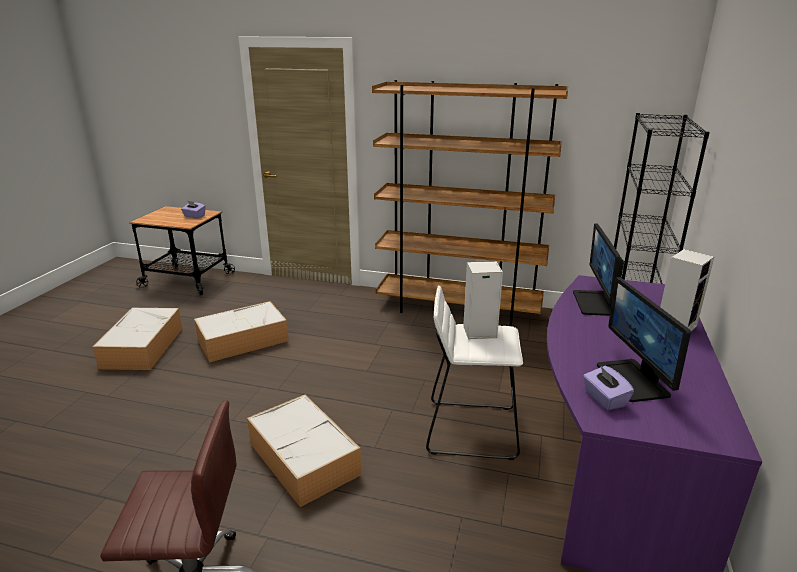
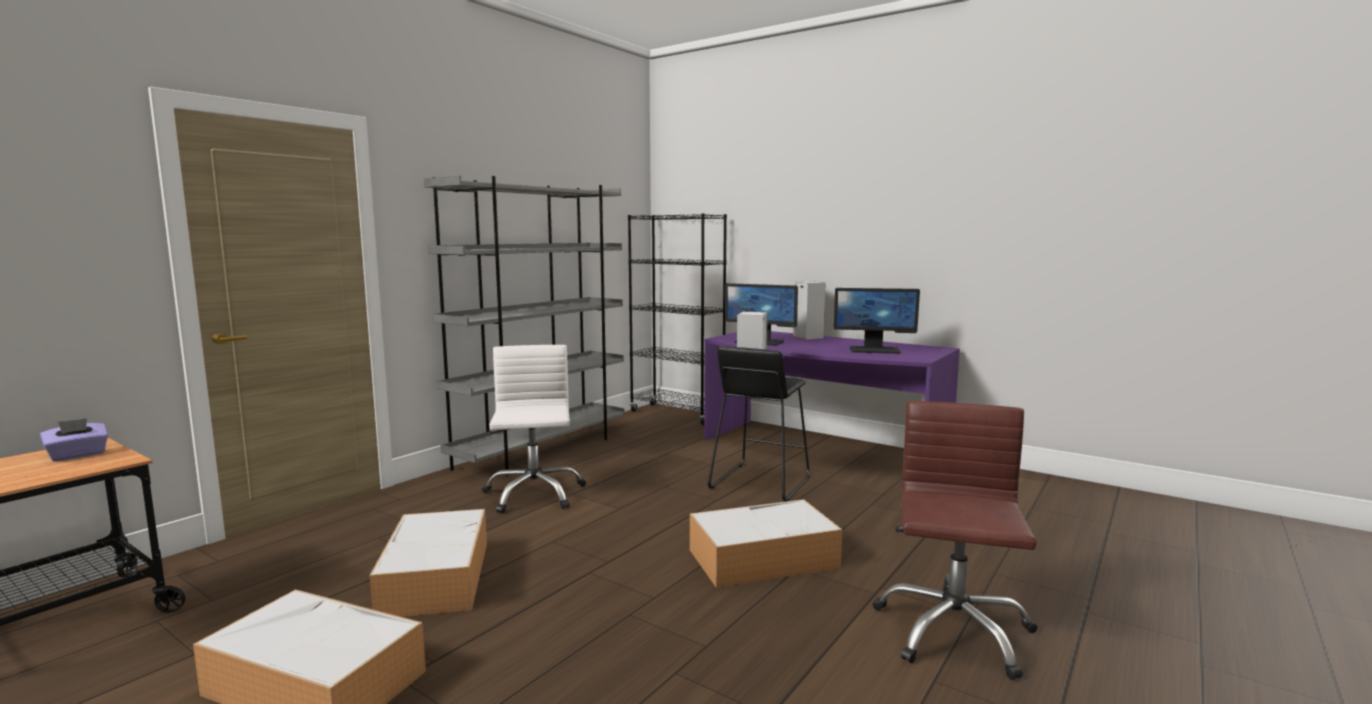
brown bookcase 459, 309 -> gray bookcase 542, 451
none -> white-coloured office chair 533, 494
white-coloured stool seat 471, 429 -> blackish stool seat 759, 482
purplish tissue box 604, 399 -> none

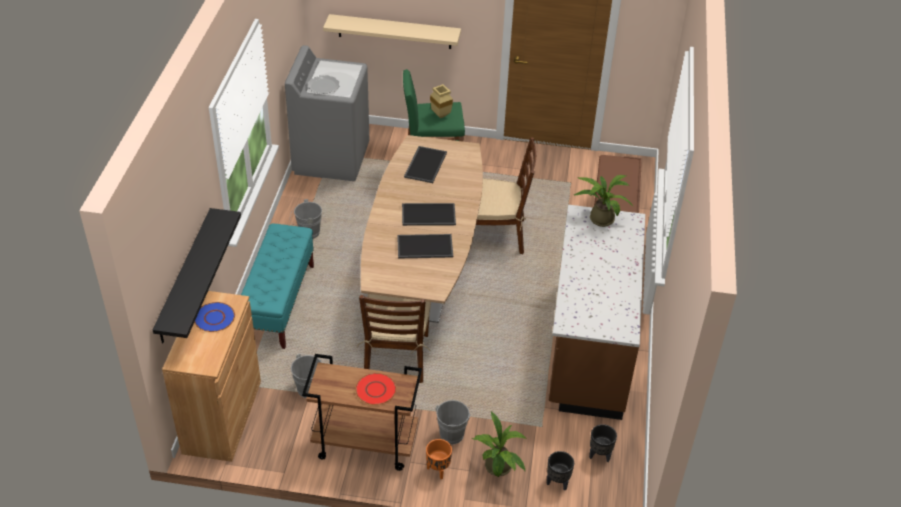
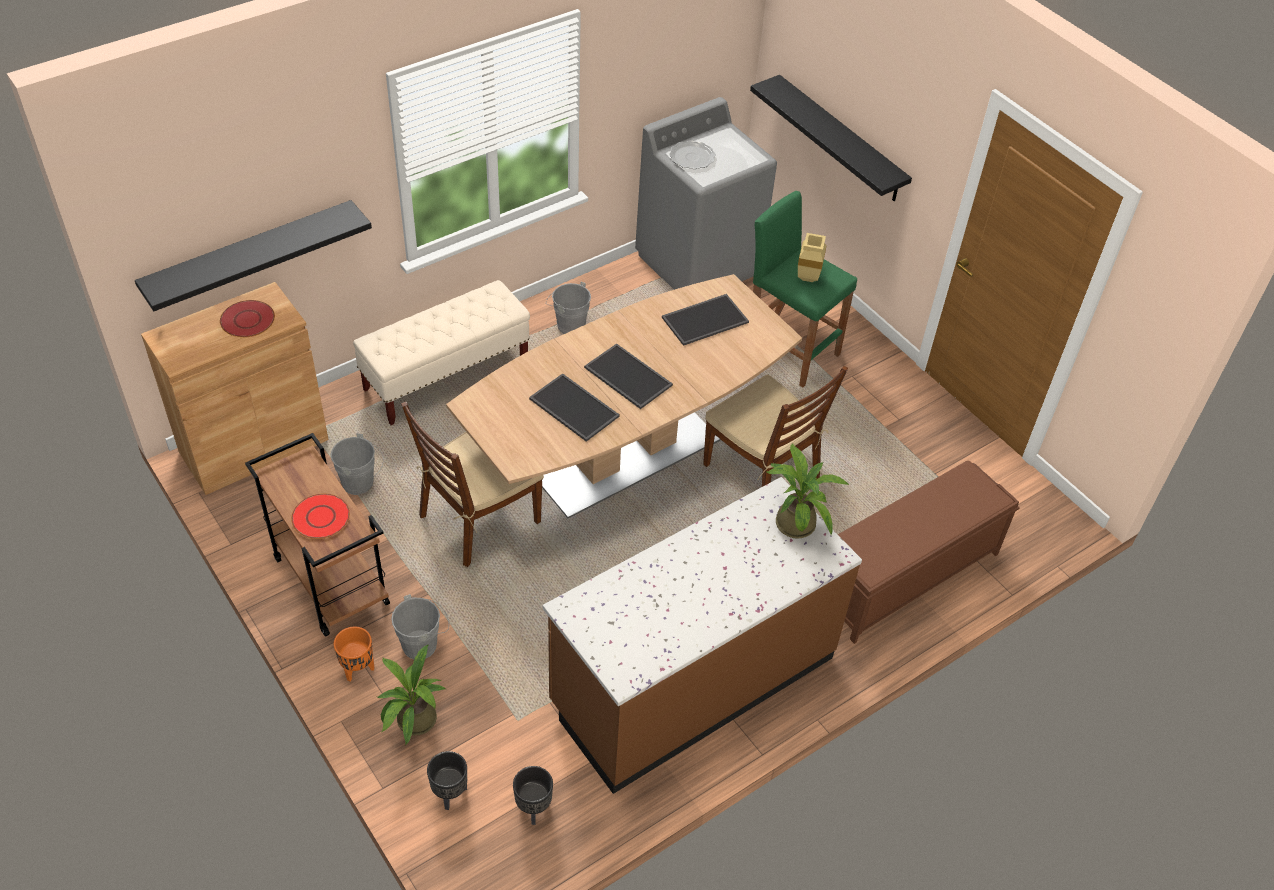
blue plate 214, 318 -> red plate 247, 320
turquoise-coloured indoor bench 279, 303 -> sand-coloured indoor bench 447, 376
sand-coloured shelf 394, 31 -> blackish shelf 840, 139

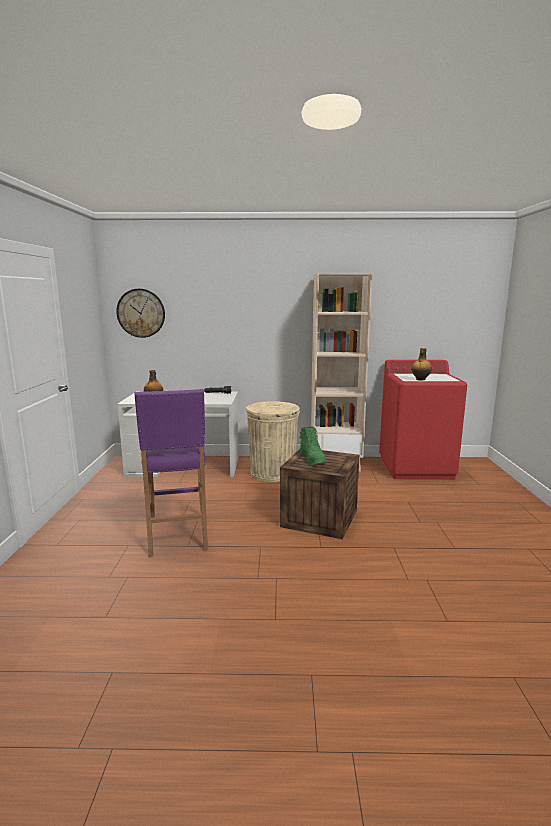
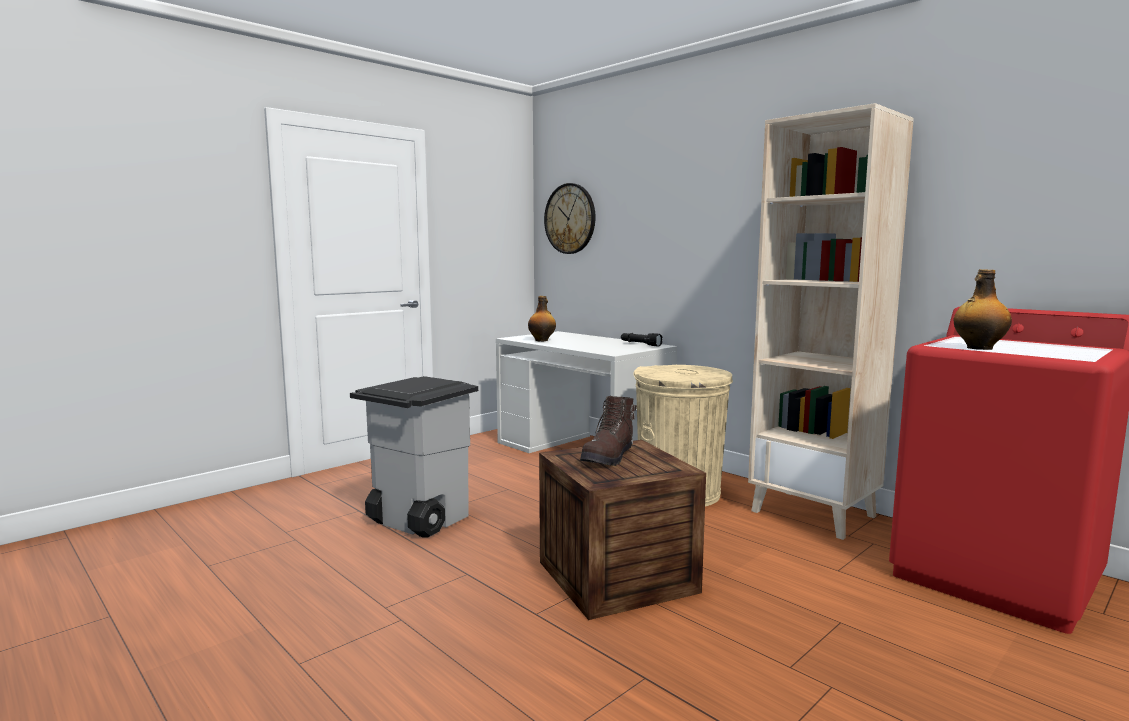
purplish stool seat 178, 535 -> gray rubbish bin 417, 520
green boot 313, 459 -> brown boot 609, 457

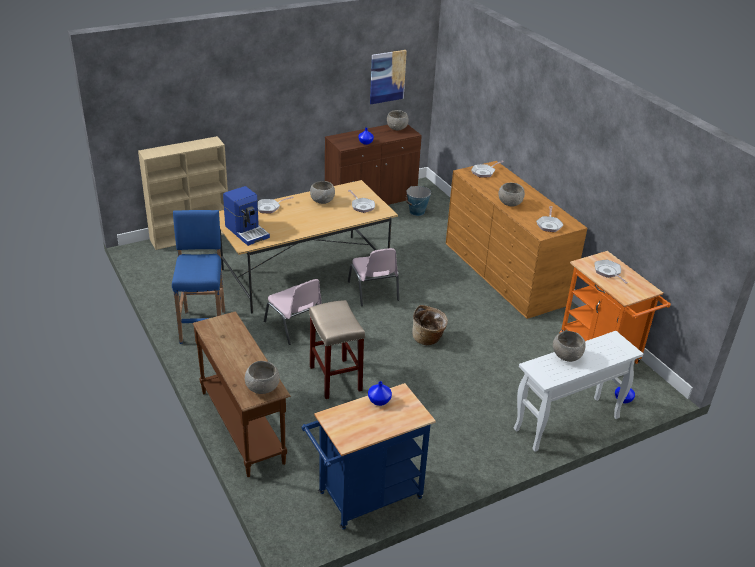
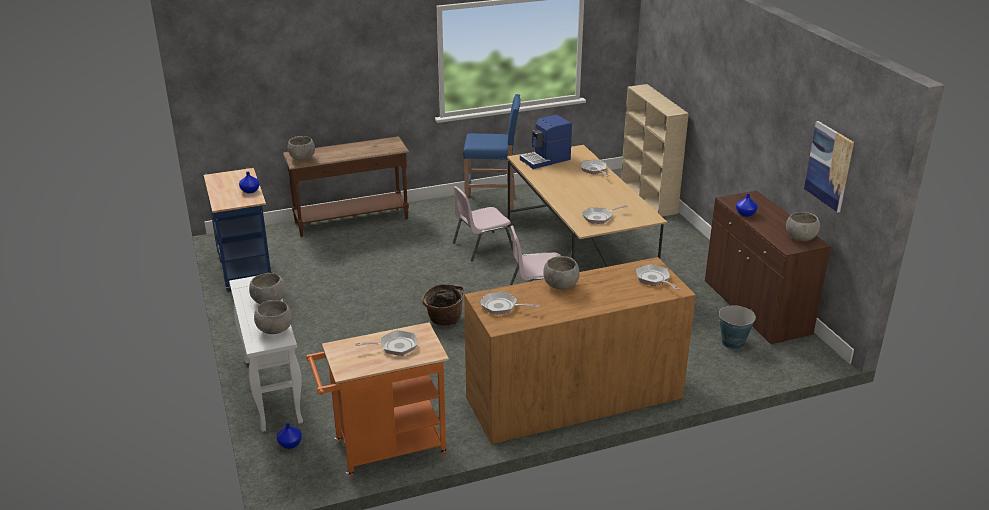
gray bowl 322, 201 -> gray bowl 274, 330, moved
sand-coloured stool seat 335, 378 -> none

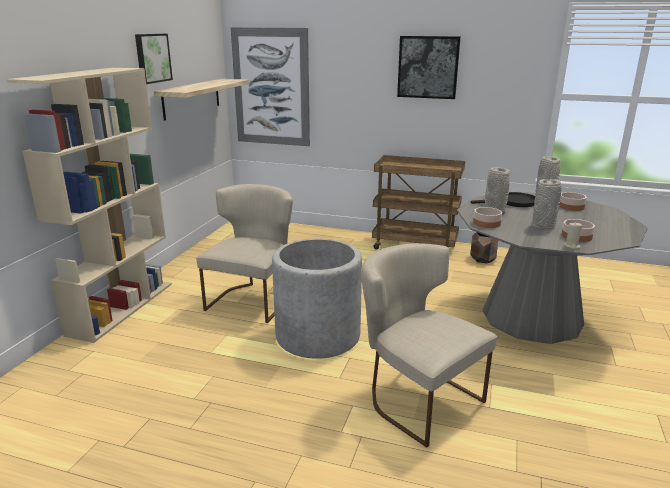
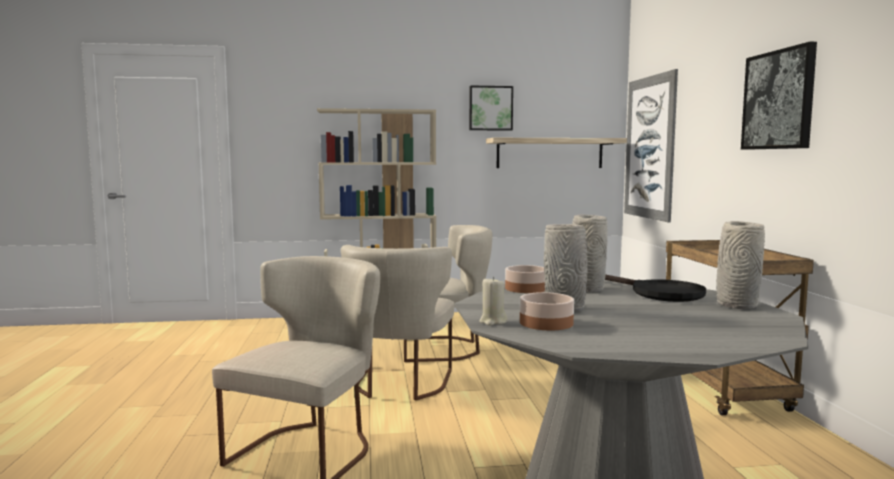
gray flower pot 318, 336 -> sand-coloured chair 400, 384
brown flower pot 483, 259 -> none
bowl 570, 206 -> none

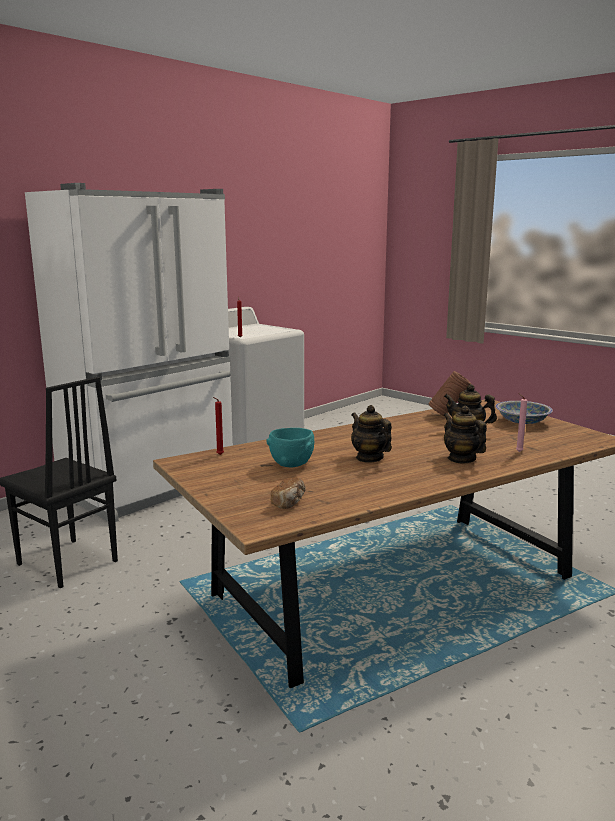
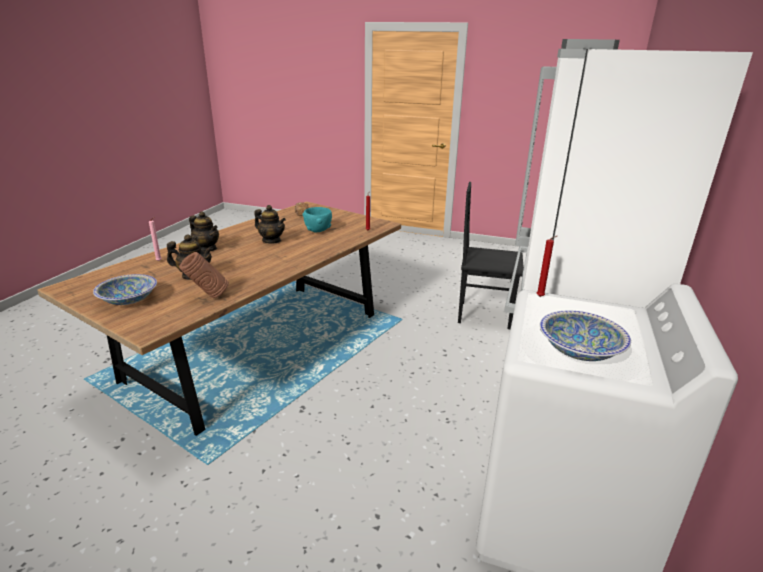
none -> bowl 579, 350

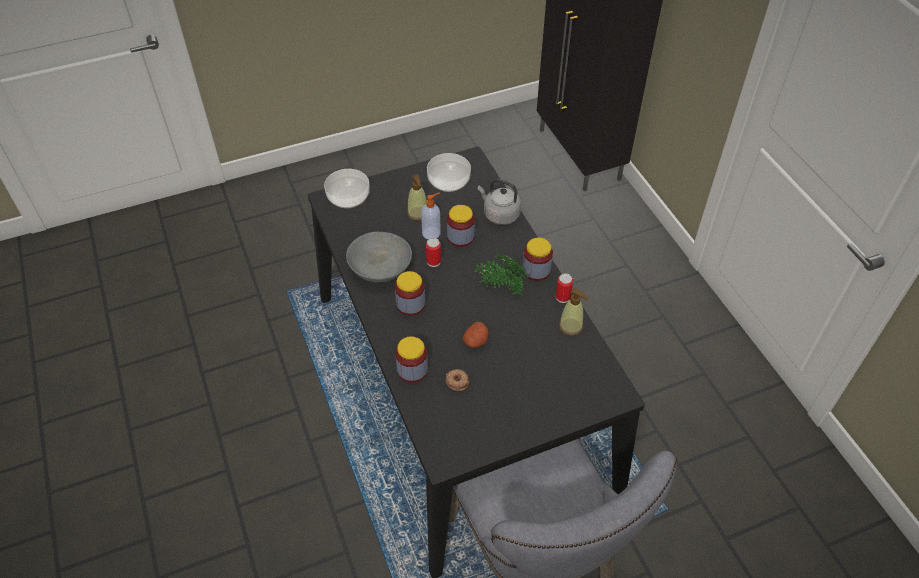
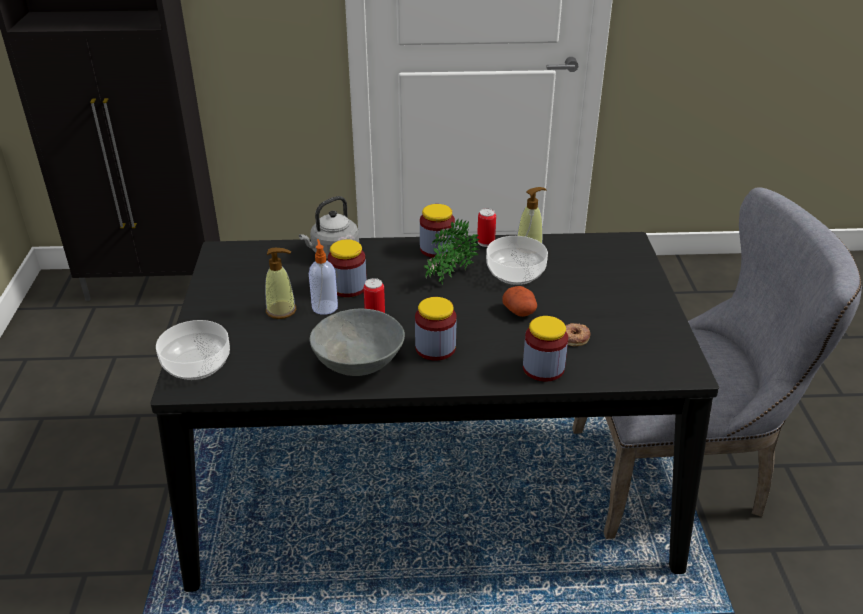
bowl 449, 181 -> bowl 516, 272, moved

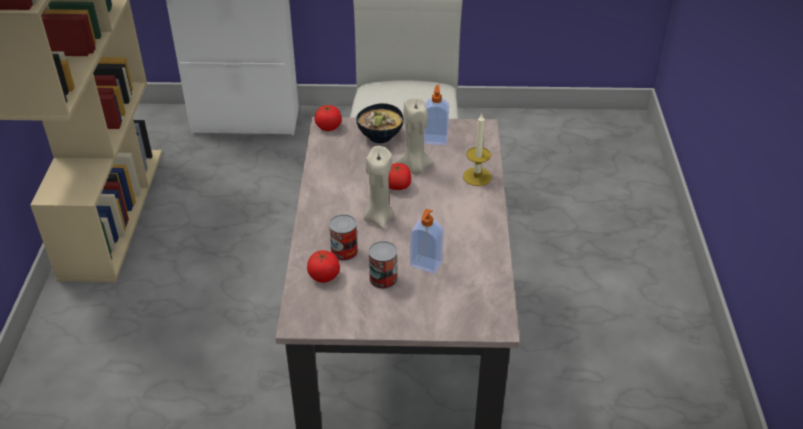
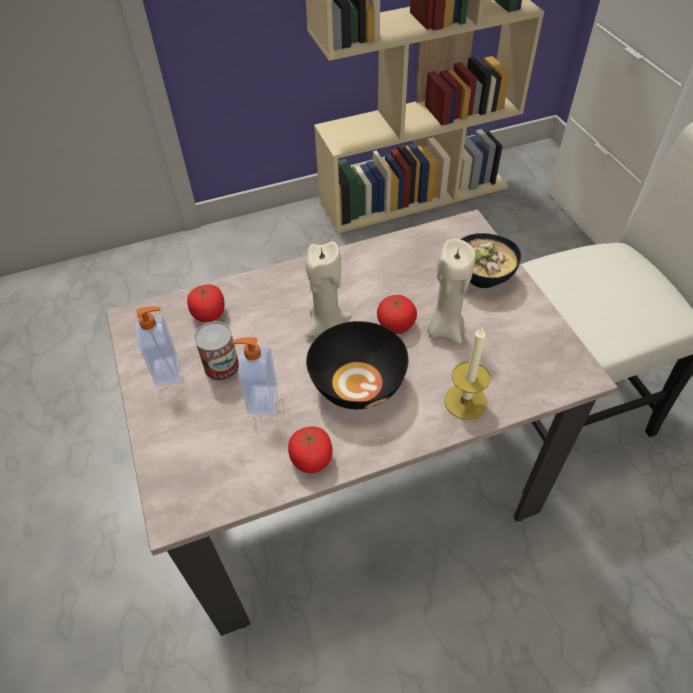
soap bottle 435, 139 -> soap bottle 168, 370, moved
whole tomato 328, 127 -> whole tomato 311, 459, moved
none -> blackish bowl 358, 383
metal can 344, 251 -> none

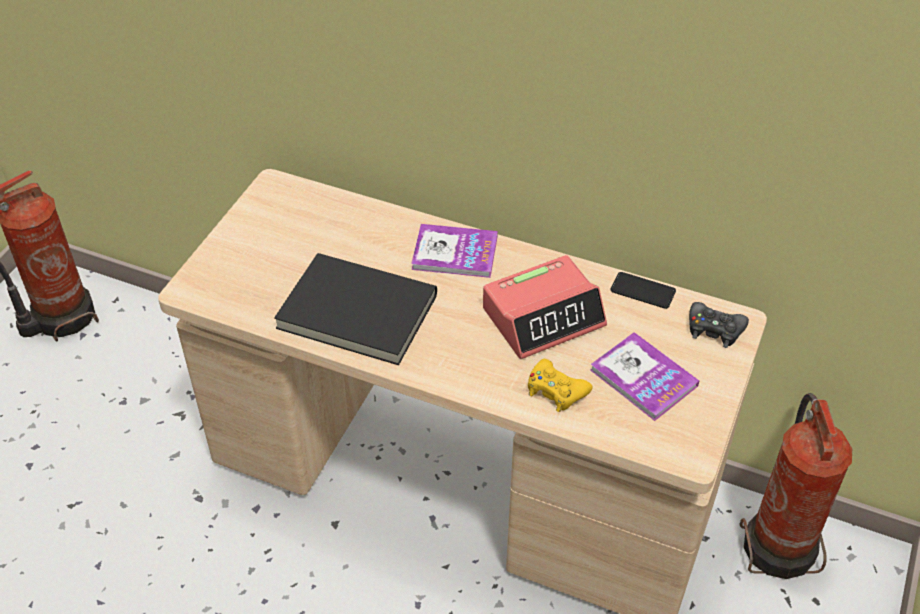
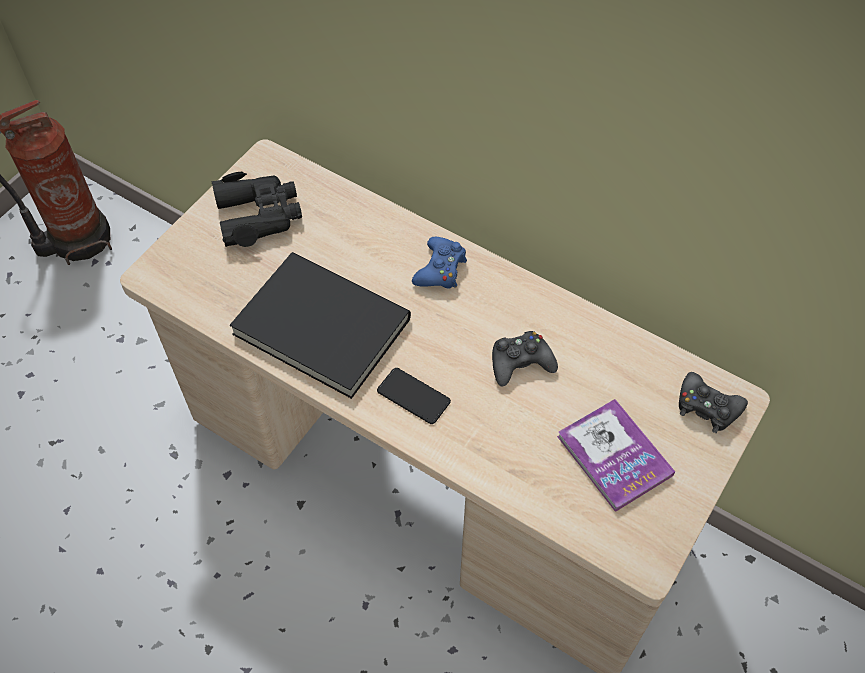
none -> blackish field glasses 259, 215
telephone 642, 291 -> telephone 413, 396, moved
volume 455, 253 -> blue joypad 440, 269
table clock 544, 317 -> blackish joypad 520, 362
yellowish joypad 556, 391 -> none
fire-fighting cylinder 779, 544 -> none

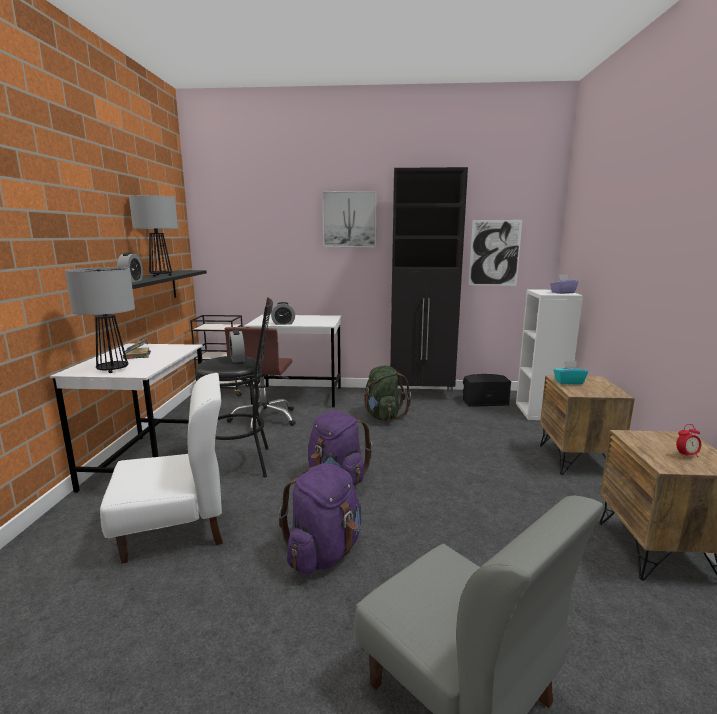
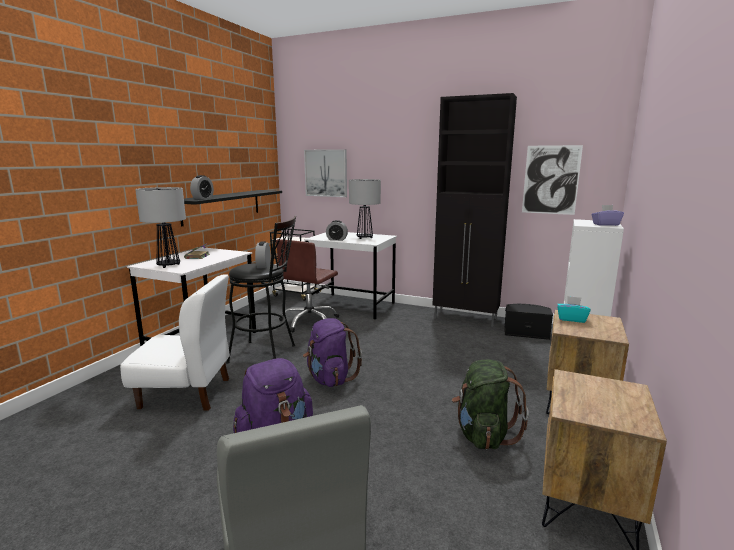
picture 349, 219 -> picture 326, 173, moved
tabletop lamp 161, 275 -> tabletop lamp 364, 238, moved
green backpack 383, 416 -> green backpack 483, 435, moved
table clock 686, 455 -> none

